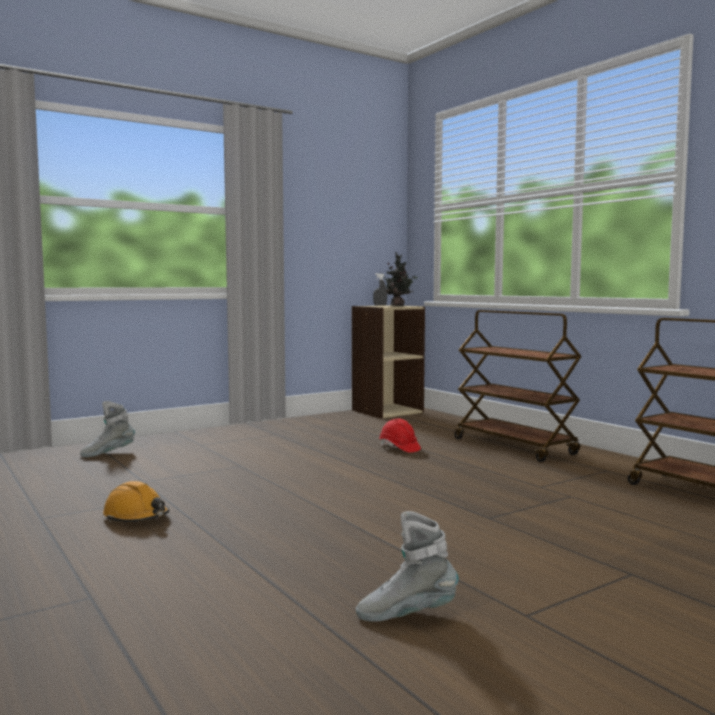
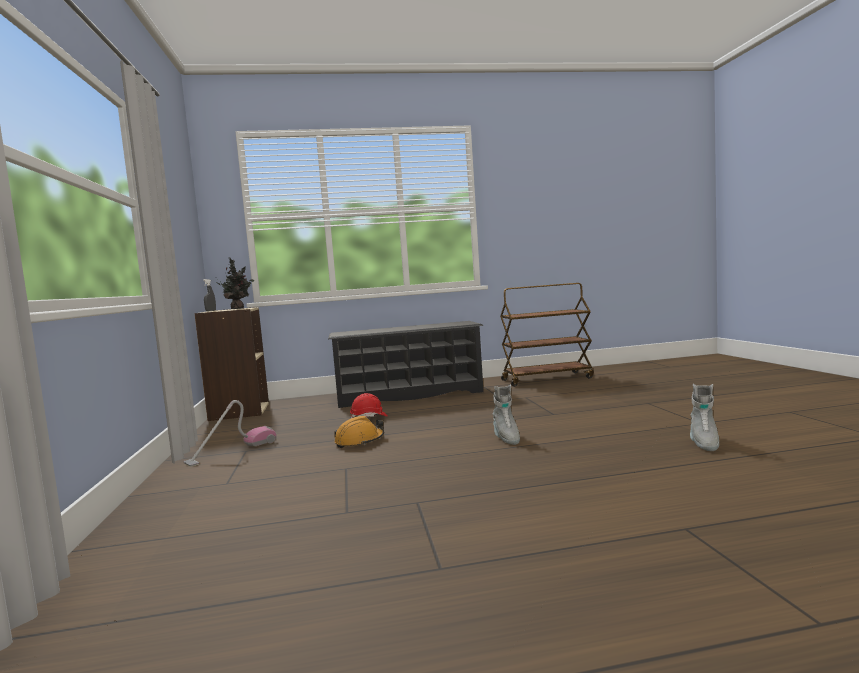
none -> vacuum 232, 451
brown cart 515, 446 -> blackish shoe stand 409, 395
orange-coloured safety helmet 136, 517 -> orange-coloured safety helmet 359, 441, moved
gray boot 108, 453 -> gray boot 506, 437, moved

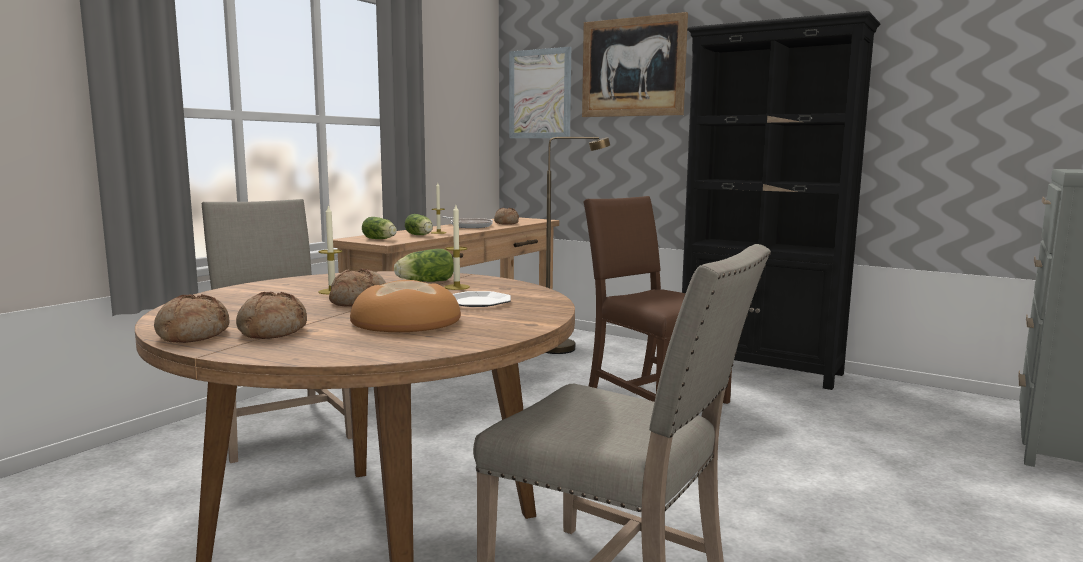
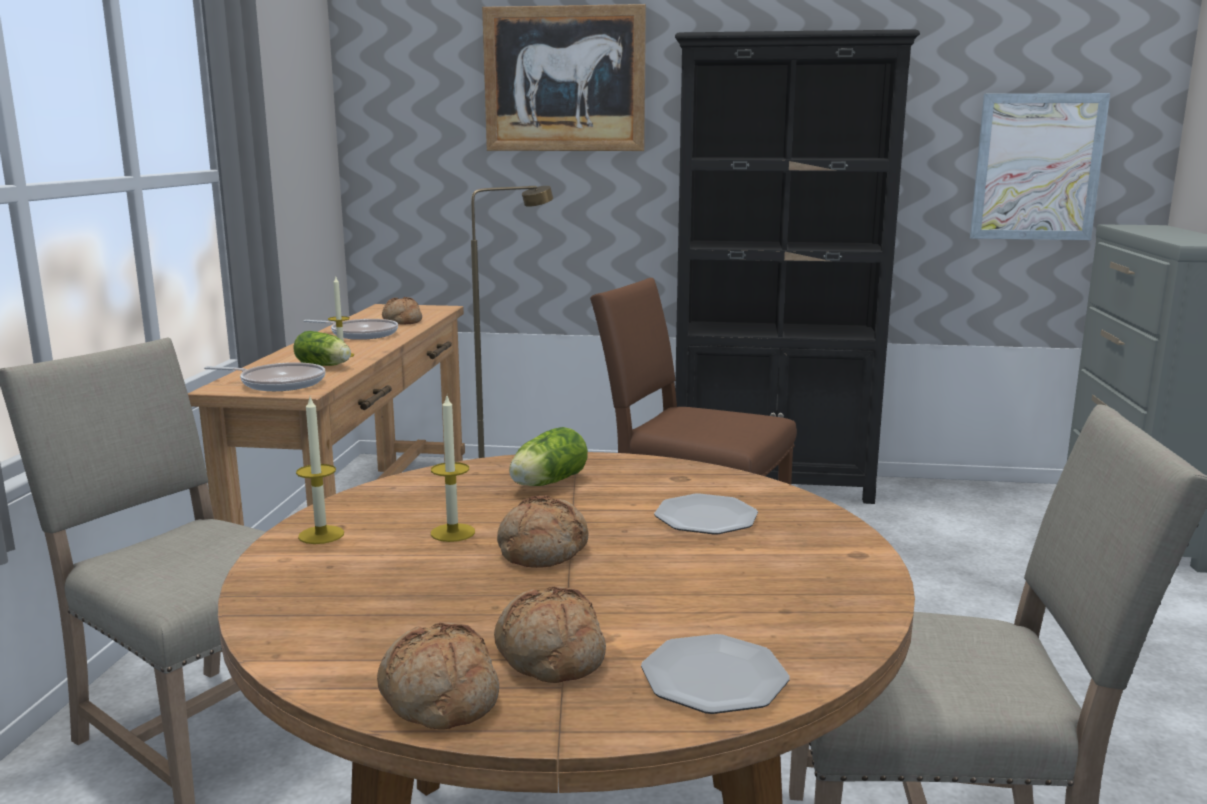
lettuce 380, 239 -> pan 278, 383
wax light 456, 287 -> wax light 321, 535, moved
none -> plate 713, 679
picture 540, 94 -> picture 1037, 167, moved
baked bread 405, 321 -> none

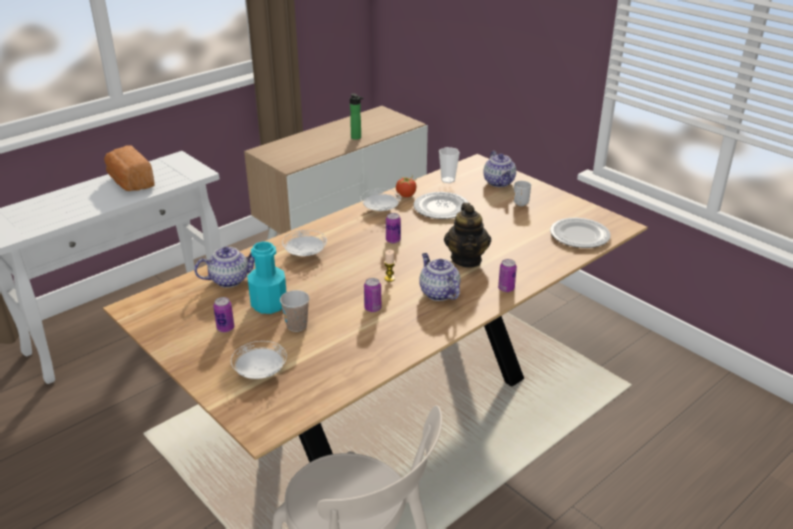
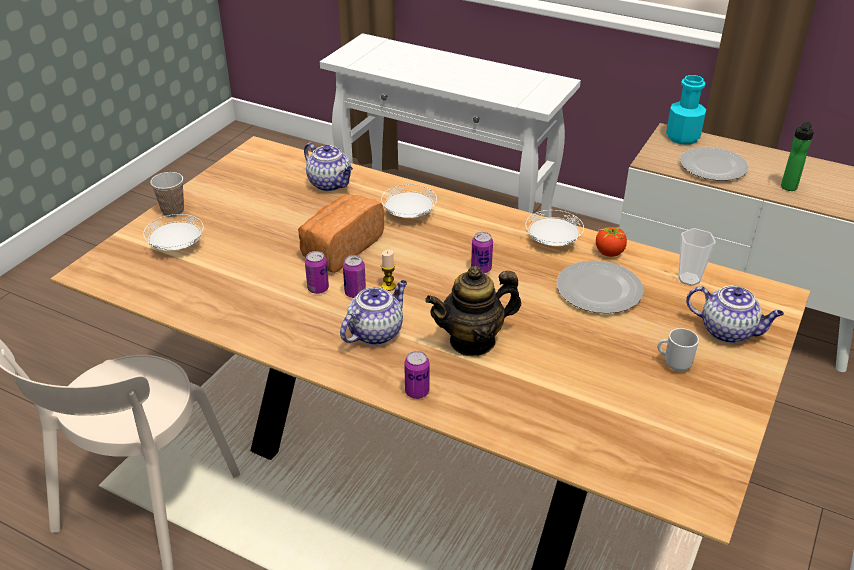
drinking cup 296, 326 -> drinking cup 173, 211, moved
baked bread 130, 182 -> baked bread 340, 248, moved
metal can 225, 328 -> metal can 355, 293, moved
turquoise-coloured bottle 269, 304 -> turquoise-coloured bottle 682, 137, moved
plate 580, 235 -> plate 714, 167, moved
teapot 499, 183 -> teapot 728, 331, 120 degrees counterclockwise

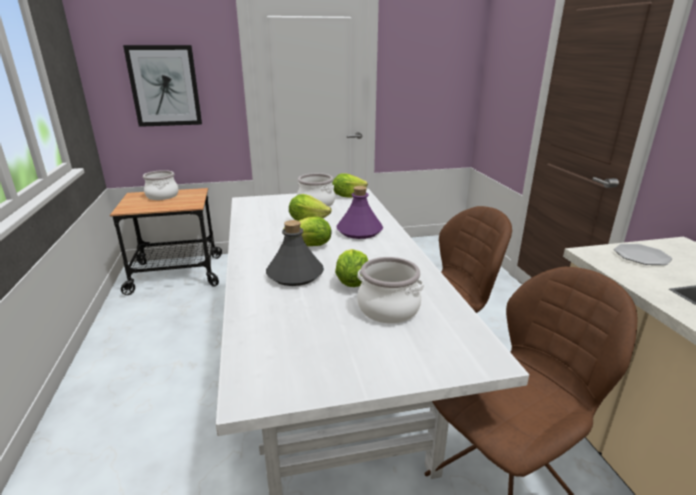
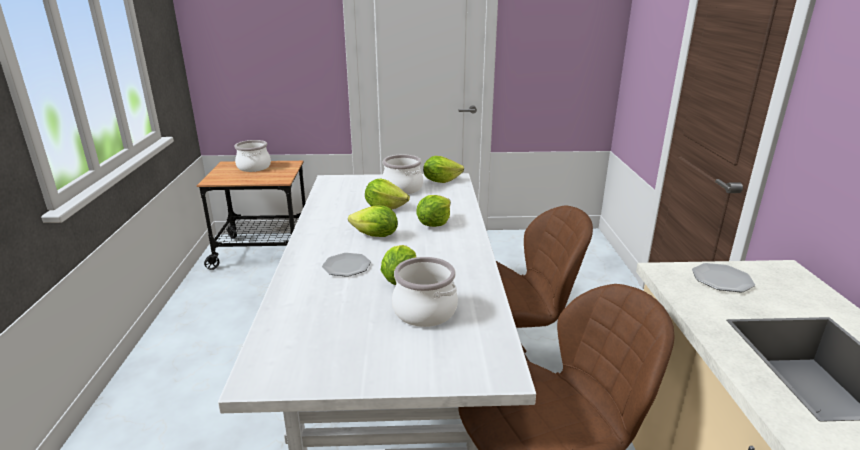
gray bottle 294, 275 -> plate 346, 266
purplish bottle 359, 231 -> lettuce 434, 223
picture 165, 86 -> none

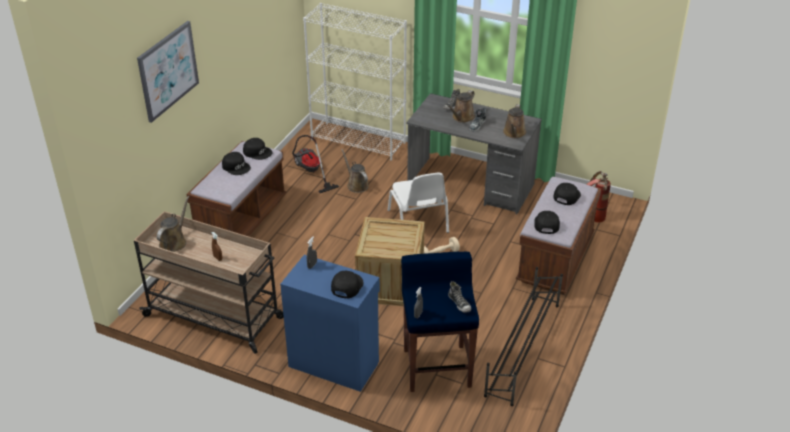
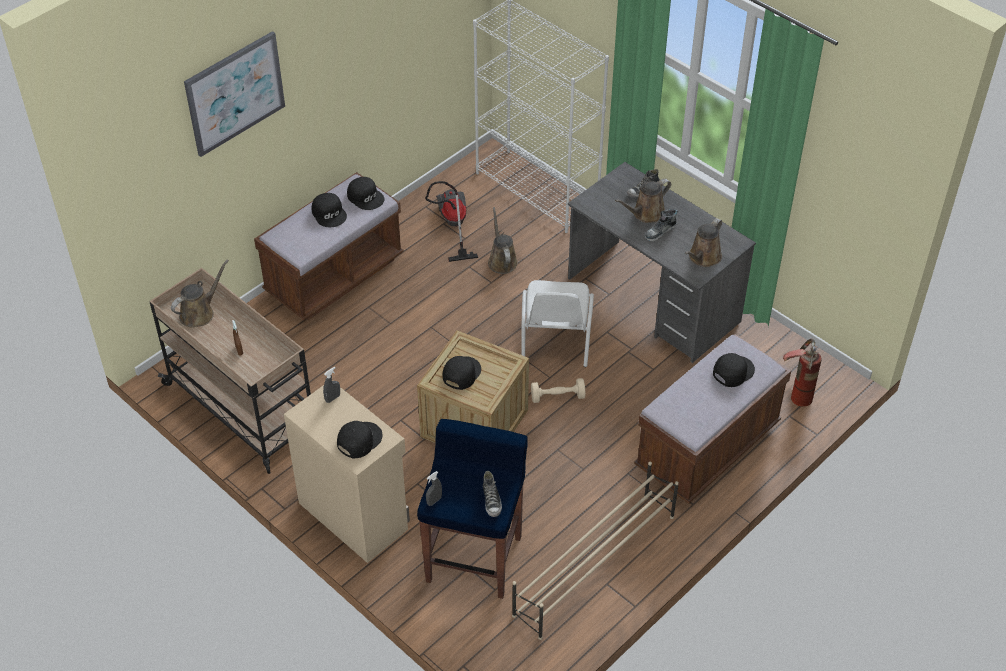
blue cabinet 334, 363 -> sand-coloured cabinet 354, 514
blackish peaked cap 546, 224 -> blackish peaked cap 461, 373, moved
blackish shoe stand 522, 349 -> sand-coloured shoe stand 594, 565

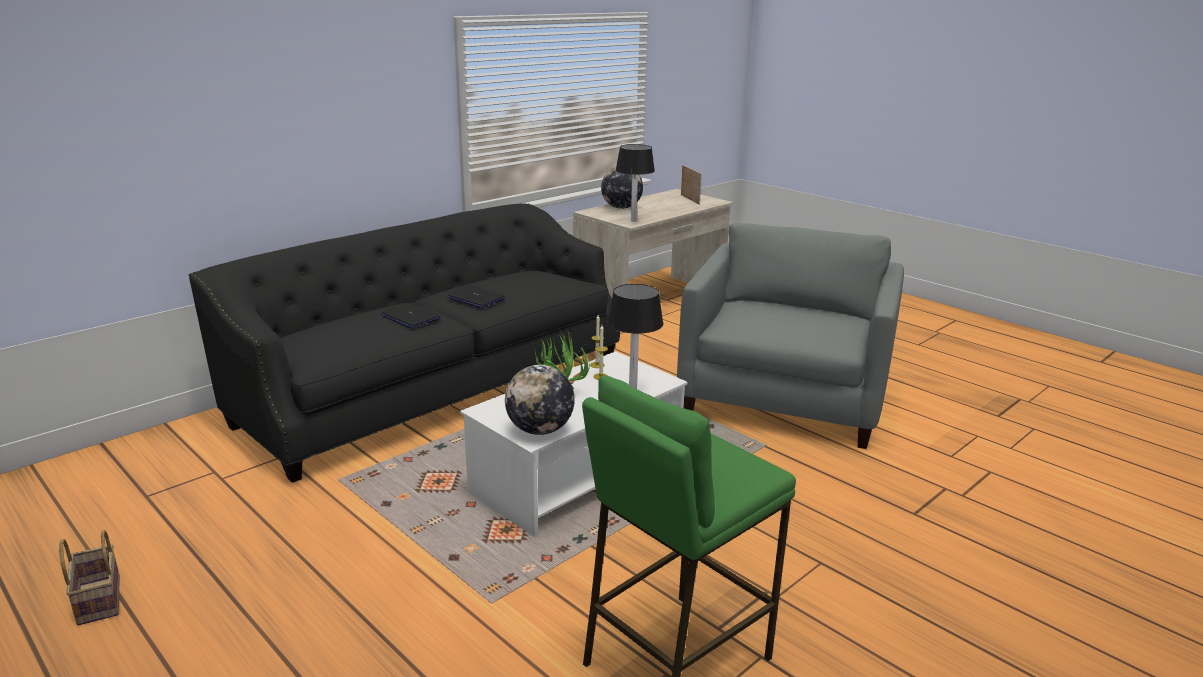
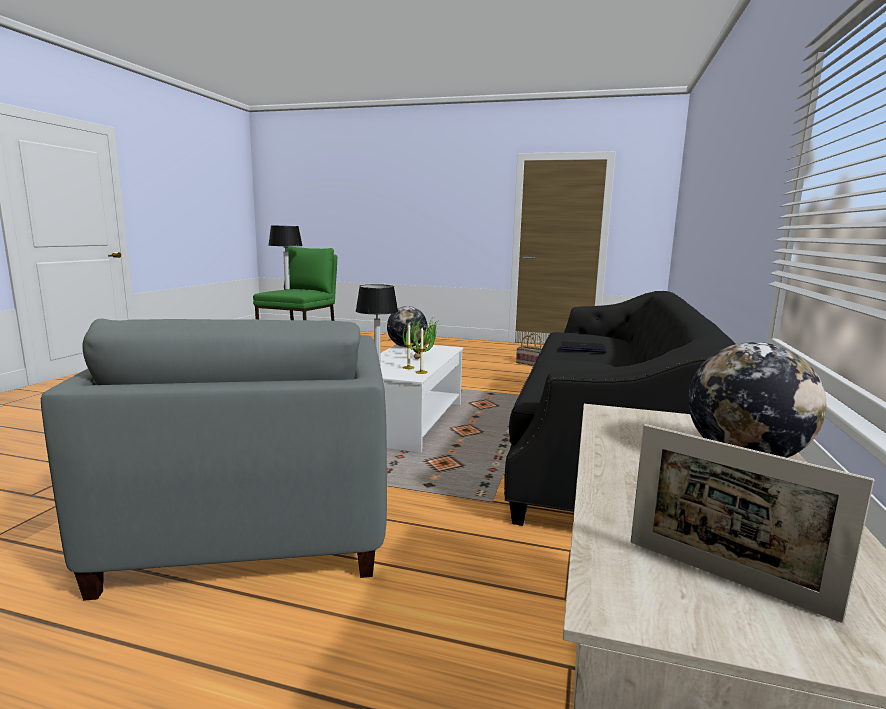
tabletop lamp 633, 221 -> tabletop lamp 287, 289, moved
laptop 475, 298 -> none

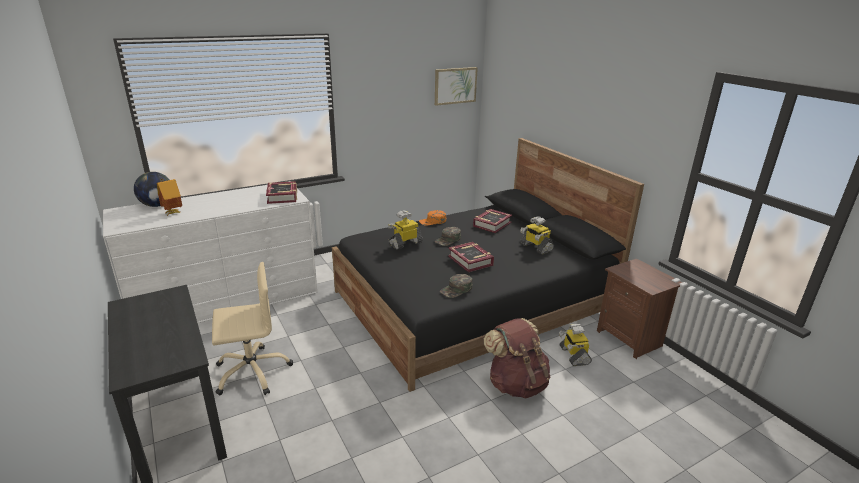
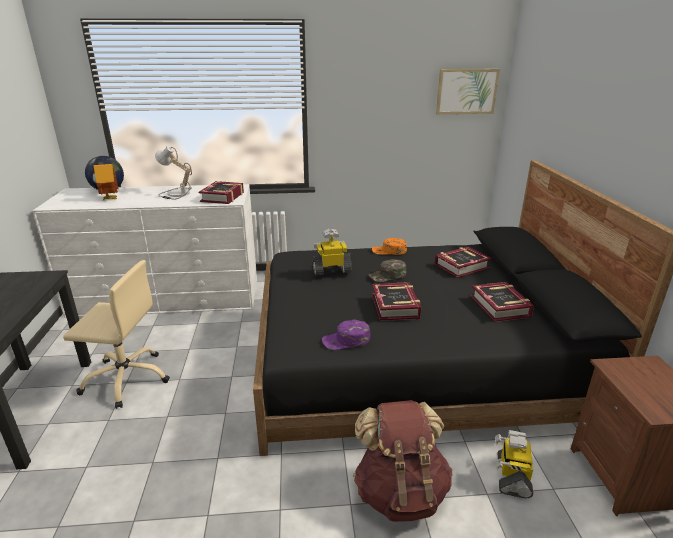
none -> tabletop lamp 176, 194
green peaked cap 456, 290 -> purplish peaked cap 346, 340
robot figure 535, 247 -> volume 500, 306

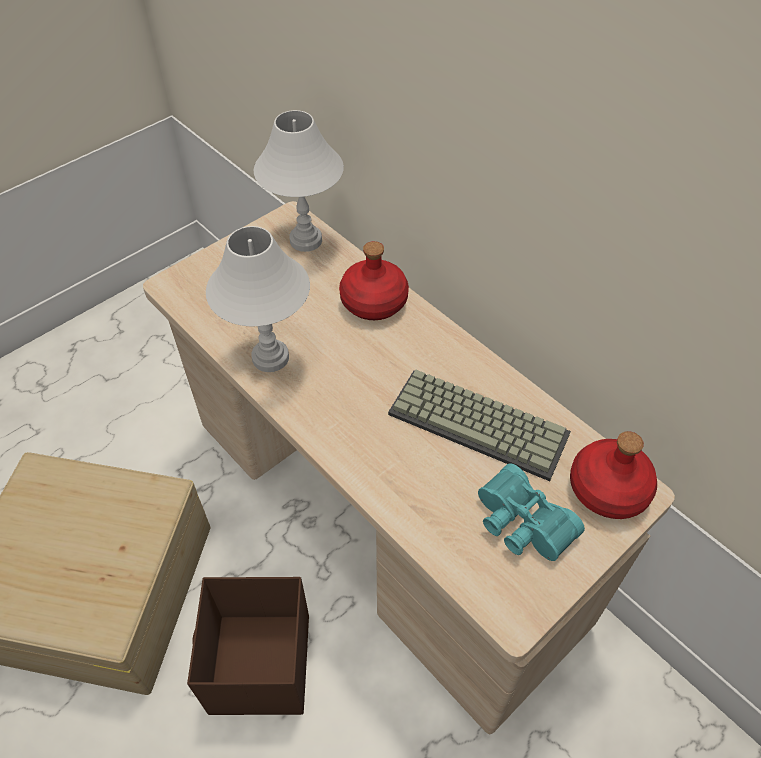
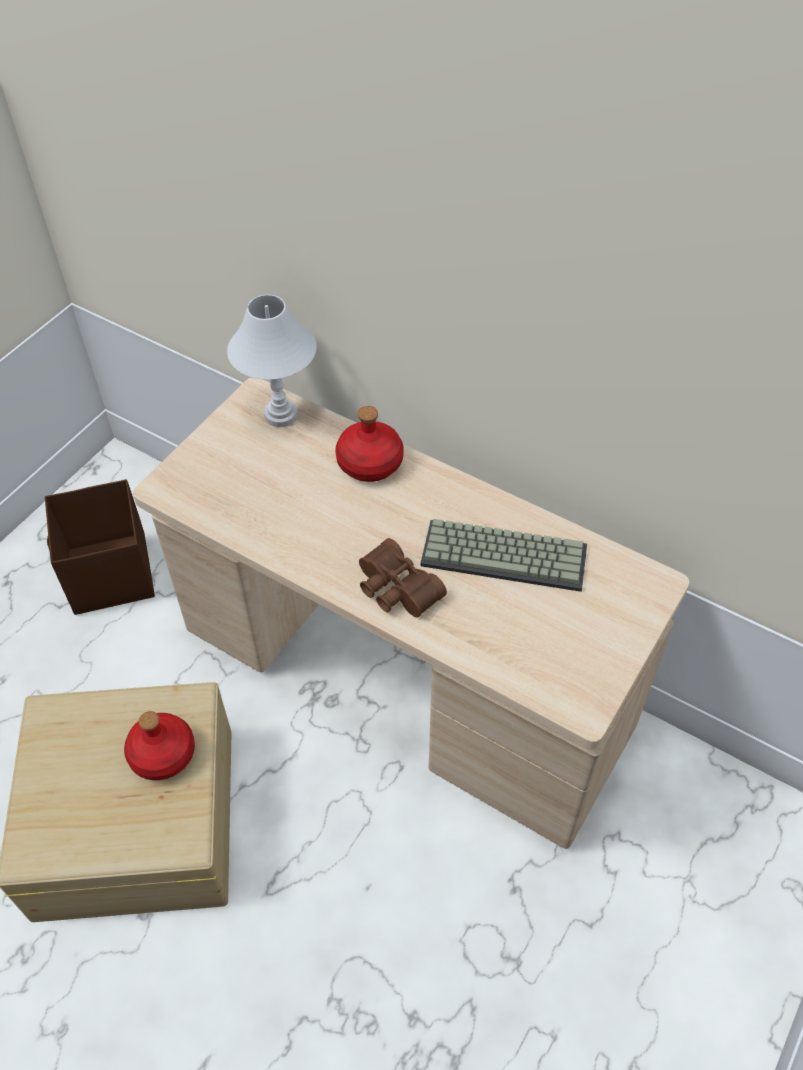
brown storage container 259, 666 -> brown storage container 110, 575, moved
red bottle 607, 490 -> red bottle 162, 755, moved
none -> brown field glasses 395, 590
white-coloured tabletop lamp 271, 357 -> none
turquoise-coloured field glasses 520, 524 -> none

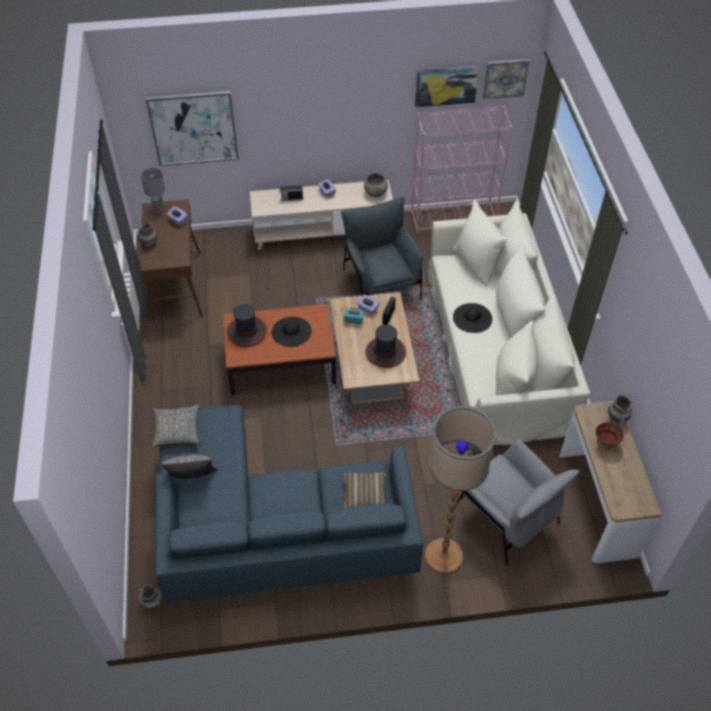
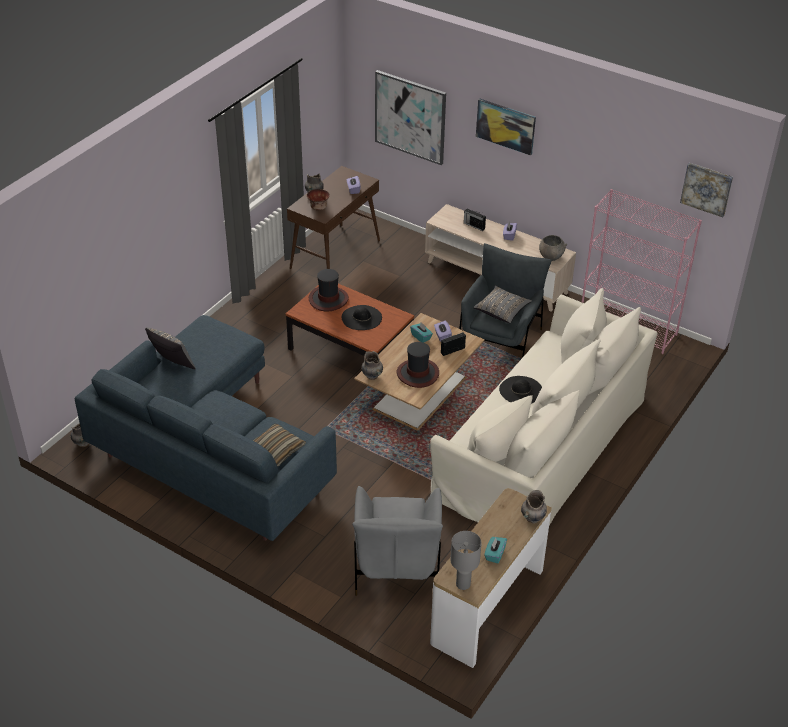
bowl 605, 443 -> bowl 318, 207, moved
none -> gray flower vase 372, 376
gray tabletop lamp 159, 209 -> gray tabletop lamp 463, 584, moved
gray cushion 177, 431 -> gray cushion 502, 311, moved
picture 446, 86 -> picture 506, 126, moved
none -> turquoise-coloured tissue box 494, 554
standing lamp 443, 556 -> none

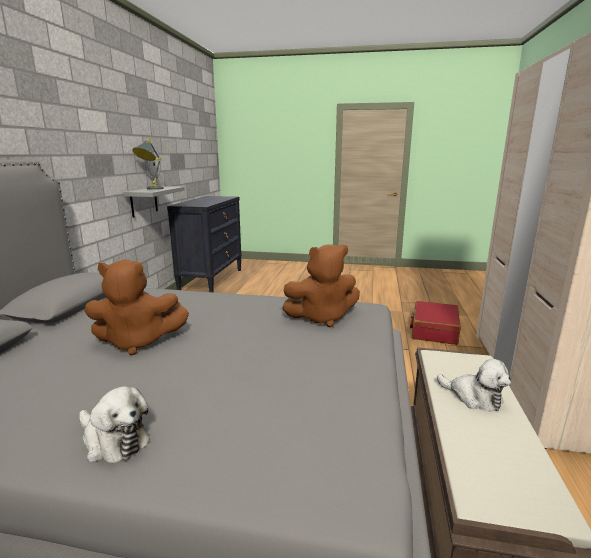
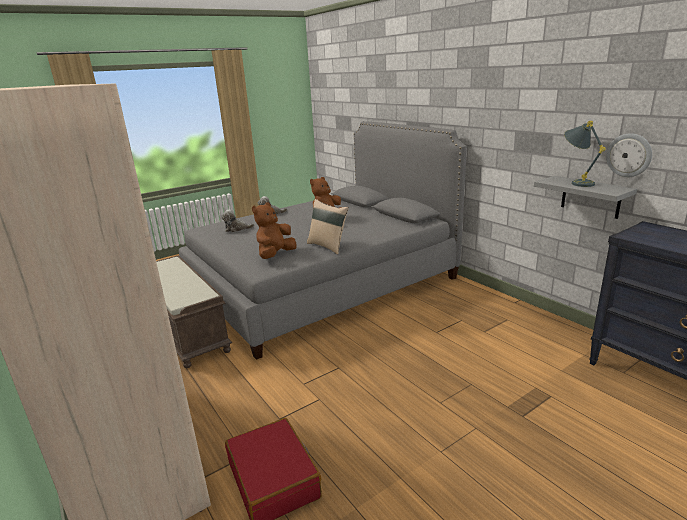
plush toy 474, 397 -> plush toy 236, 229, moved
none -> sand-coloured cushion 328, 246

